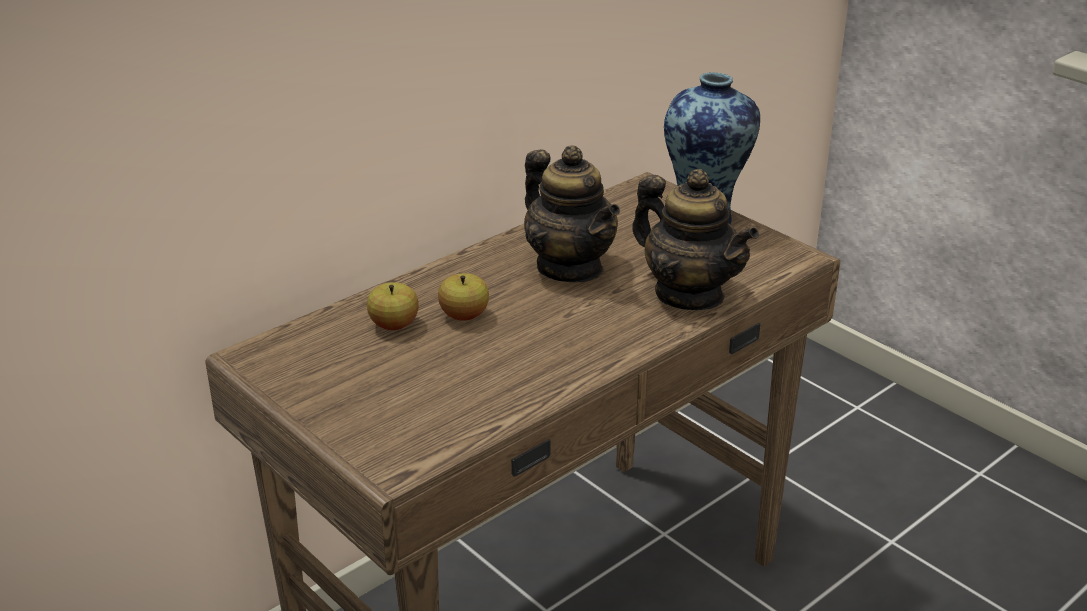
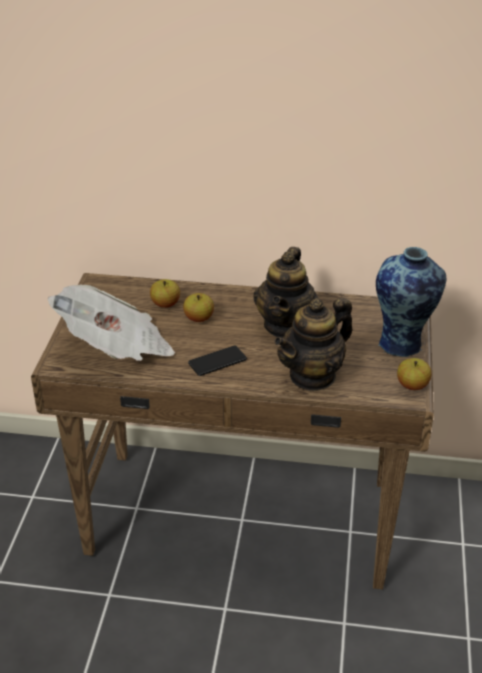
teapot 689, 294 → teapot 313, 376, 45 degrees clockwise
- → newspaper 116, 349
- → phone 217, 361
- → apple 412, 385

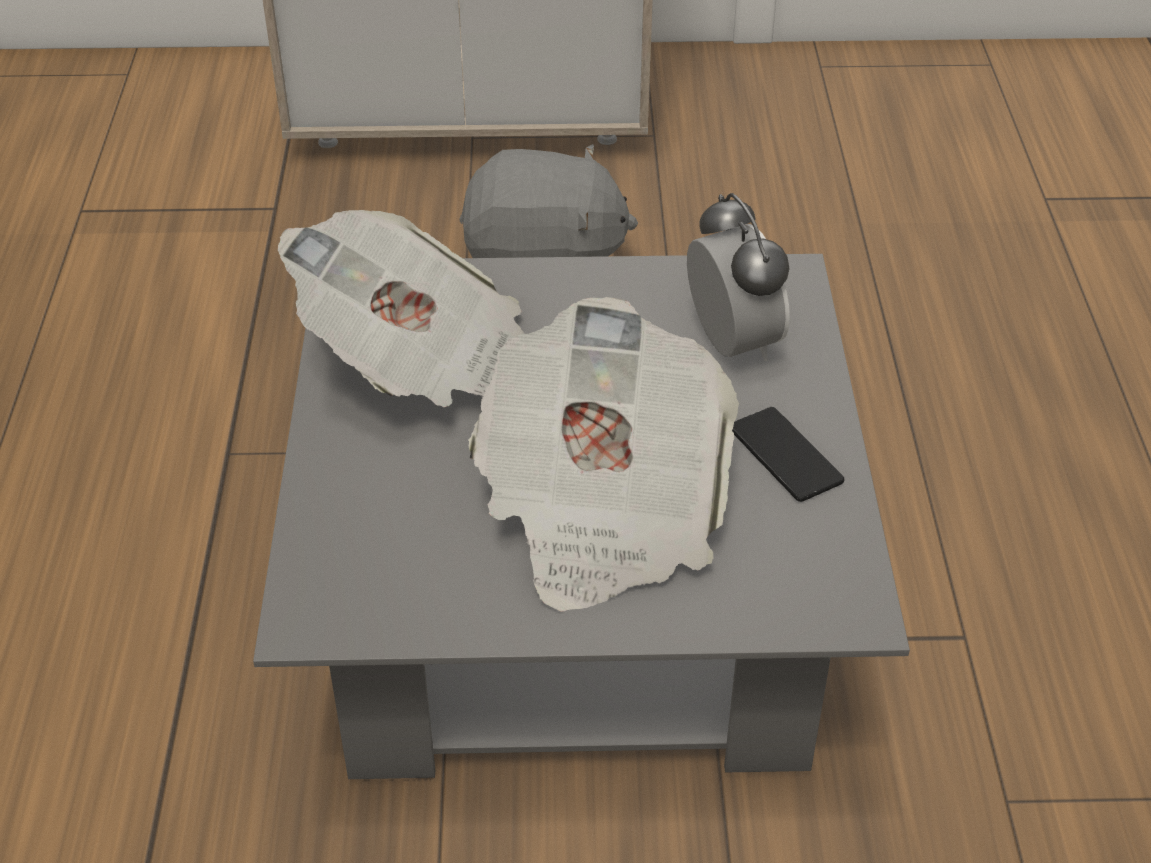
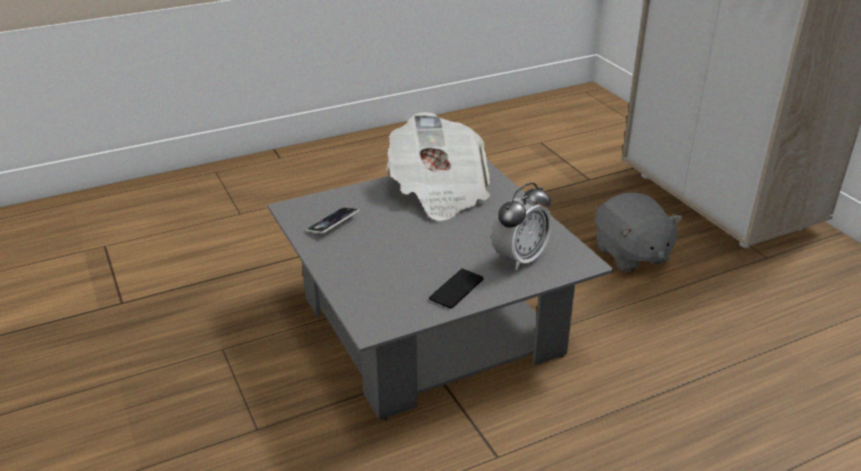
newspaper 601, 508 → -
- → phone 333, 223

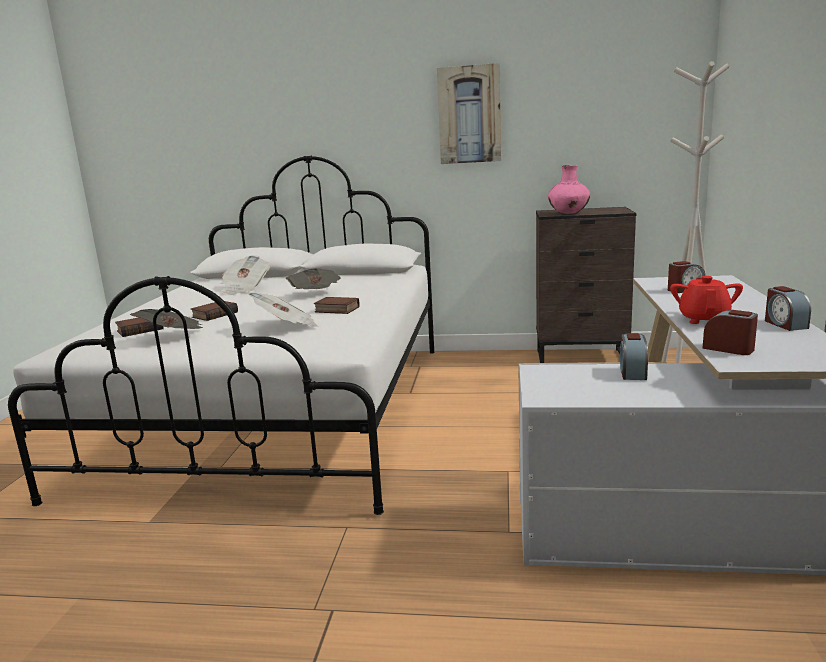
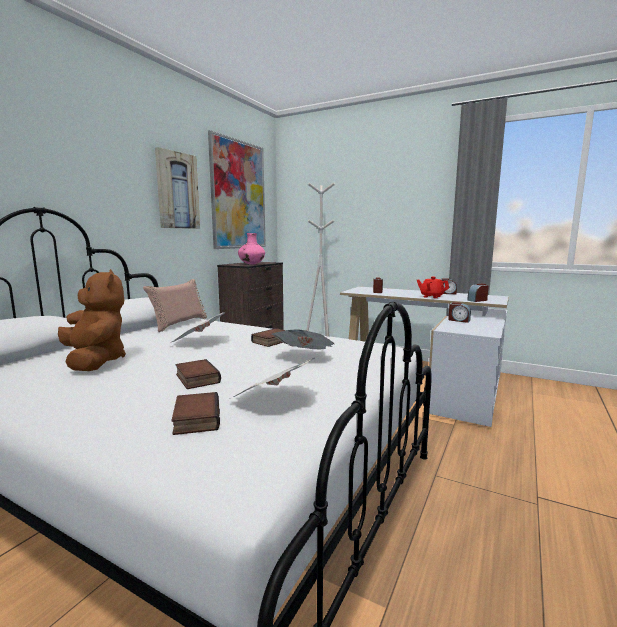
newspaper 245, 289 → brown plush toy 95, 361
- → picture 238, 195
- → beige pillow 179, 324

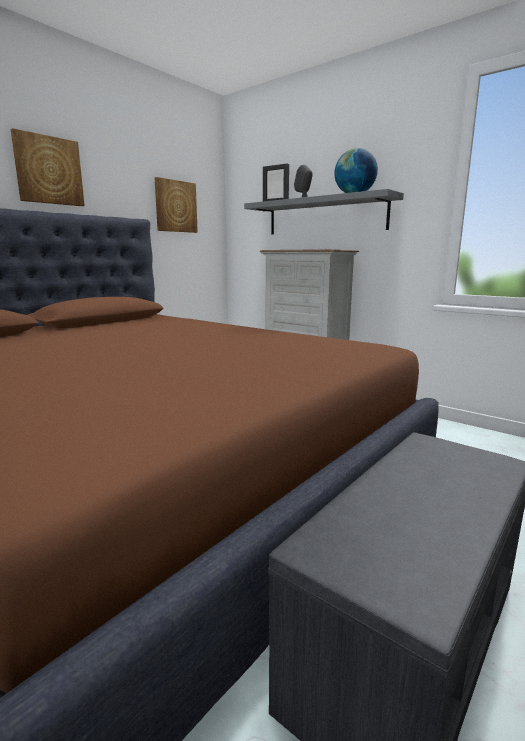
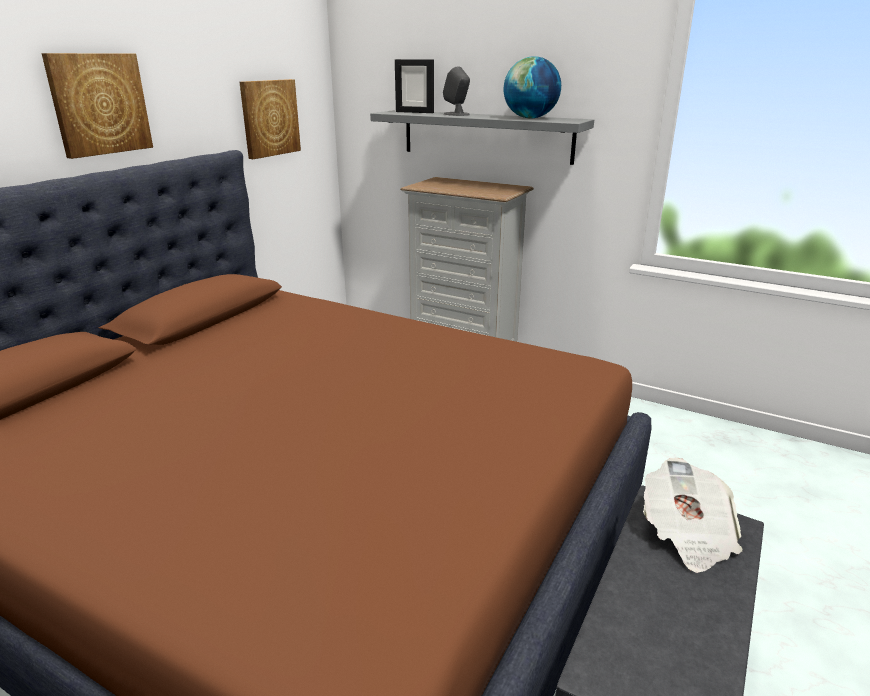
- → newspaper 687, 535

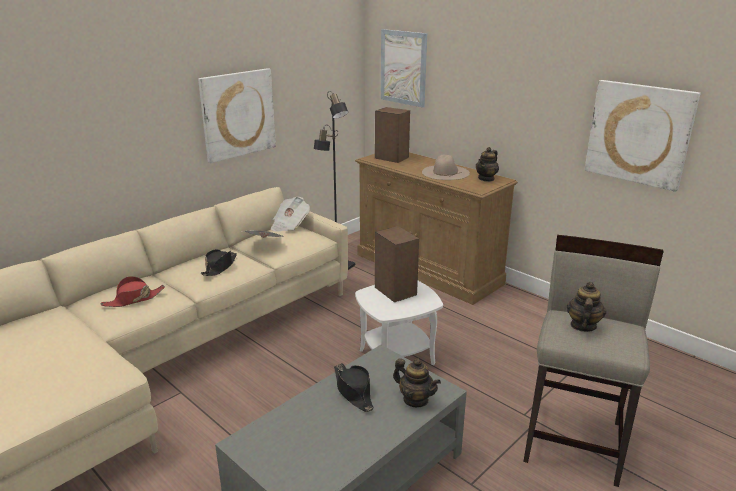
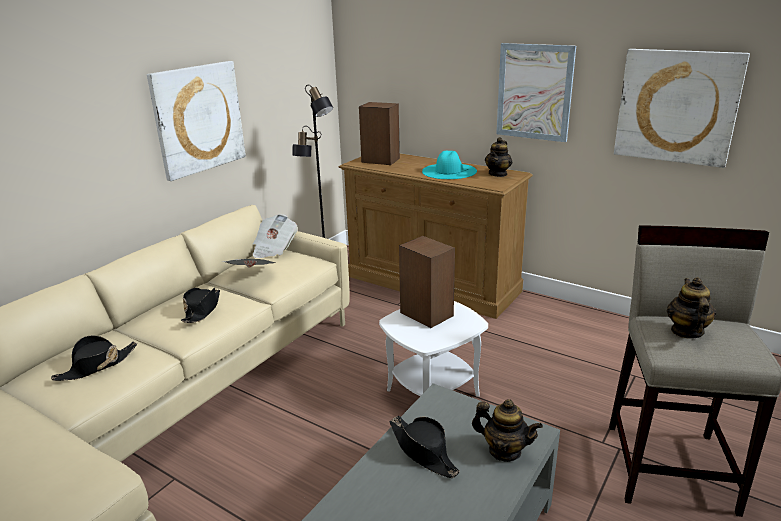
picture 403, 67 → picture 534, 92, move
beige hat 445, 172 → turquoise hat 449, 171
red hat 134, 299 → black hat 97, 366

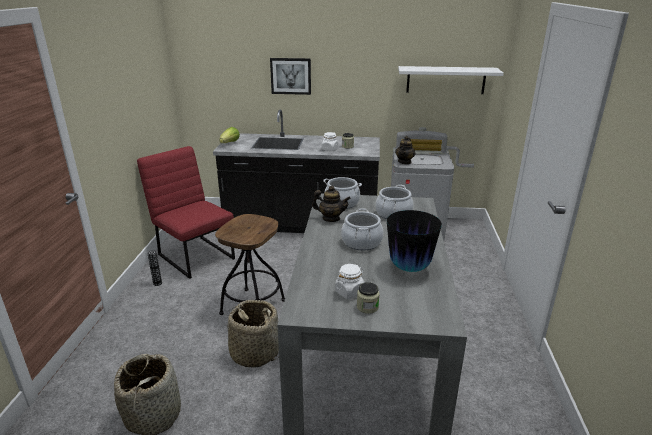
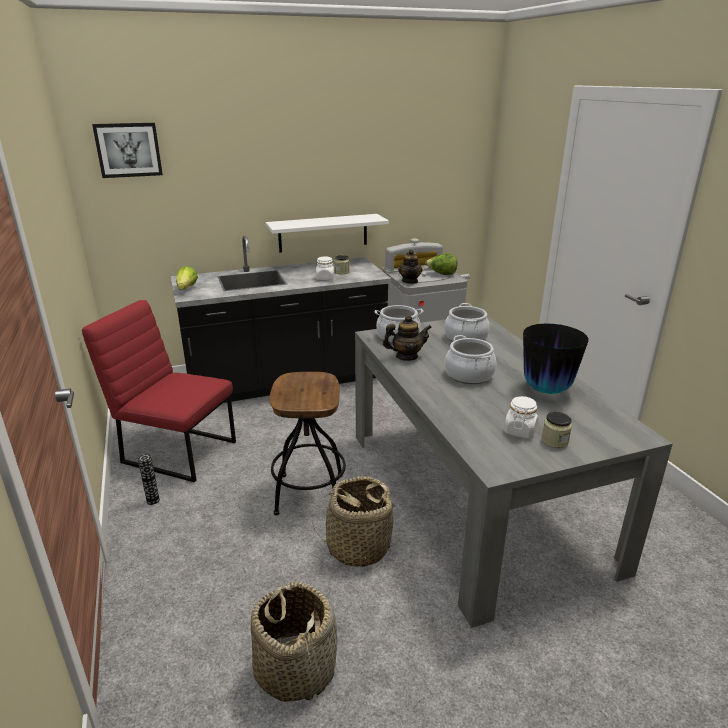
picture 291, 76 → picture 128, 150, move
white shelf 445, 80 → white shelf 323, 233, move
- → lettuce 442, 274

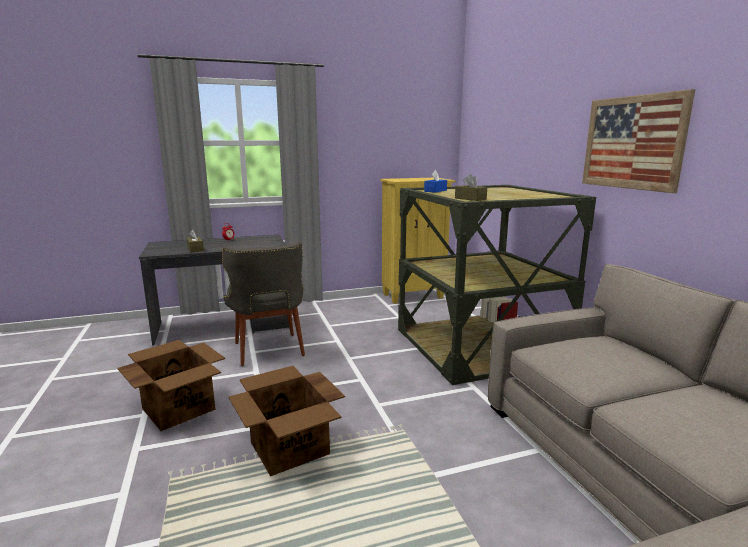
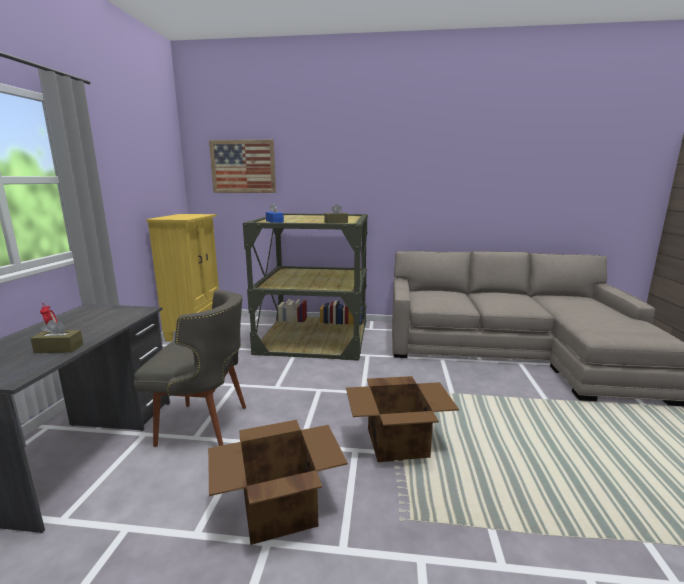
picture 632, 142 → picture 243, 166, move

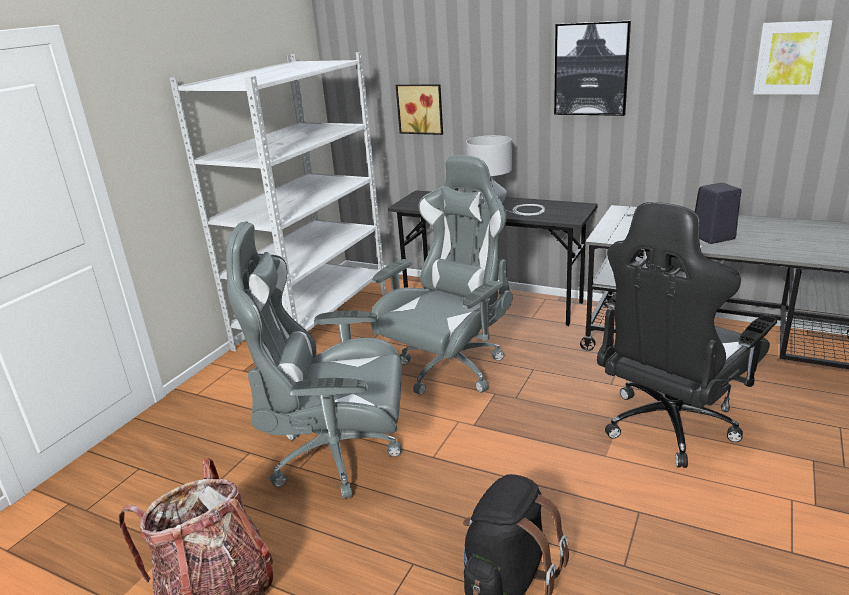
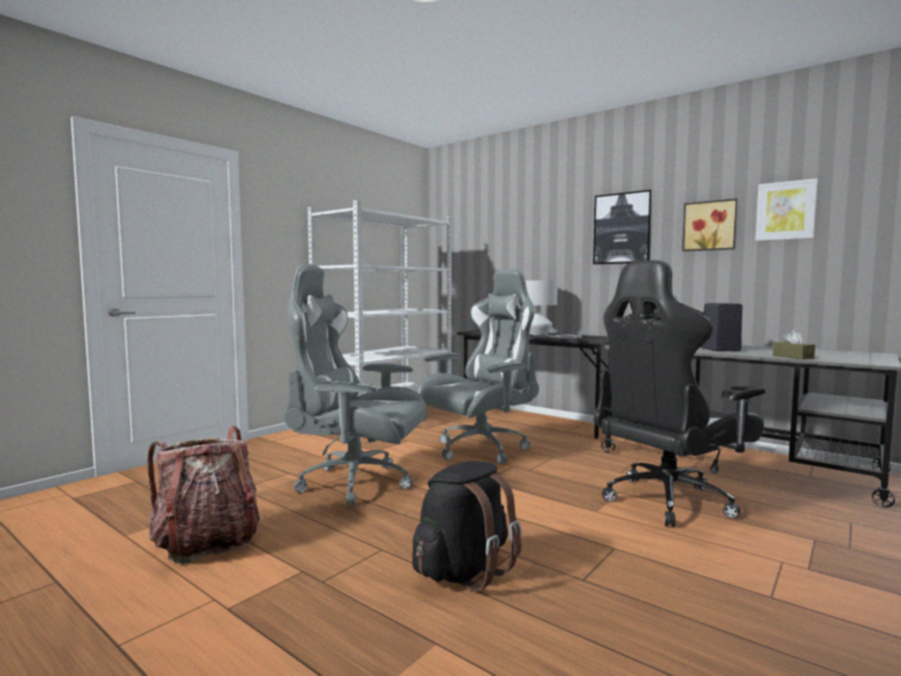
picture 421, 108 → picture 709, 226, move
- → brown tissue box 793, 357

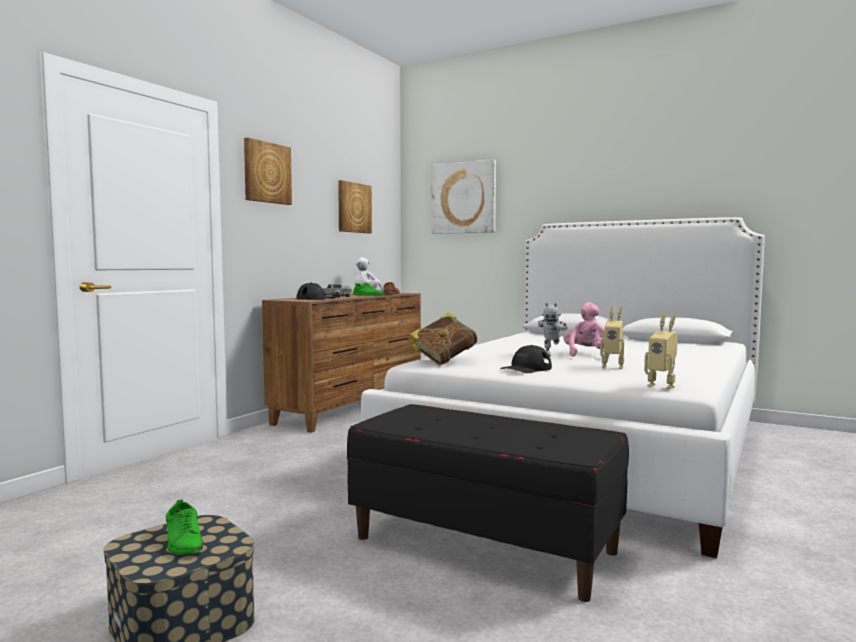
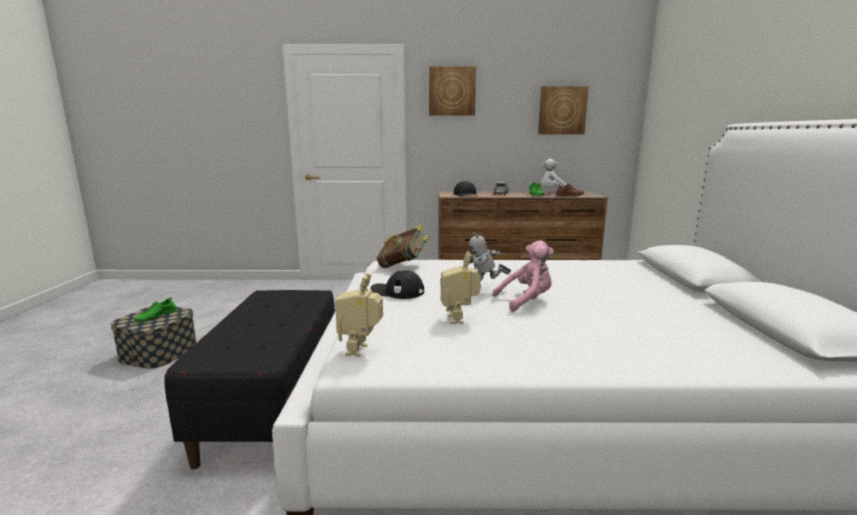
picture 463, 198 → -

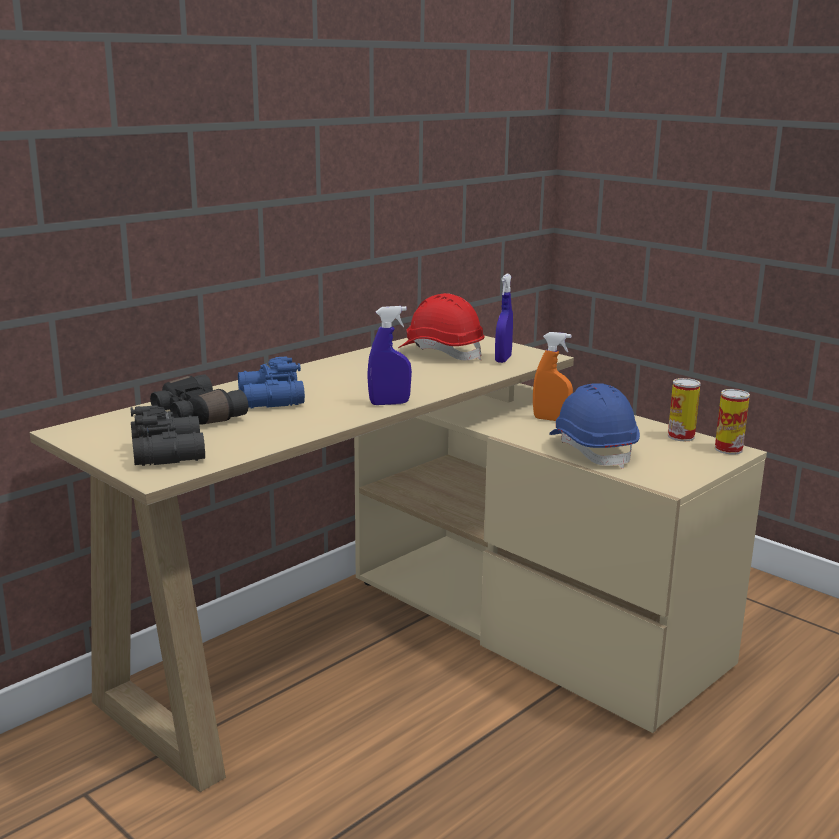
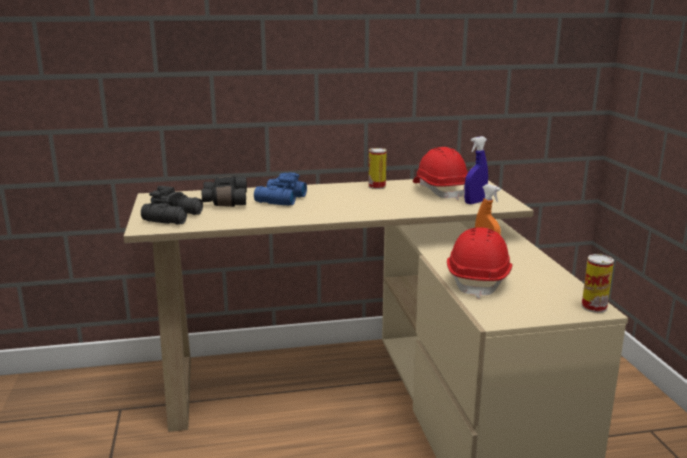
blue spray bottle 389, 403 → -
can 681, 436 → can 377, 186, move
blue hard hat 592, 450 → red hard hat 478, 280

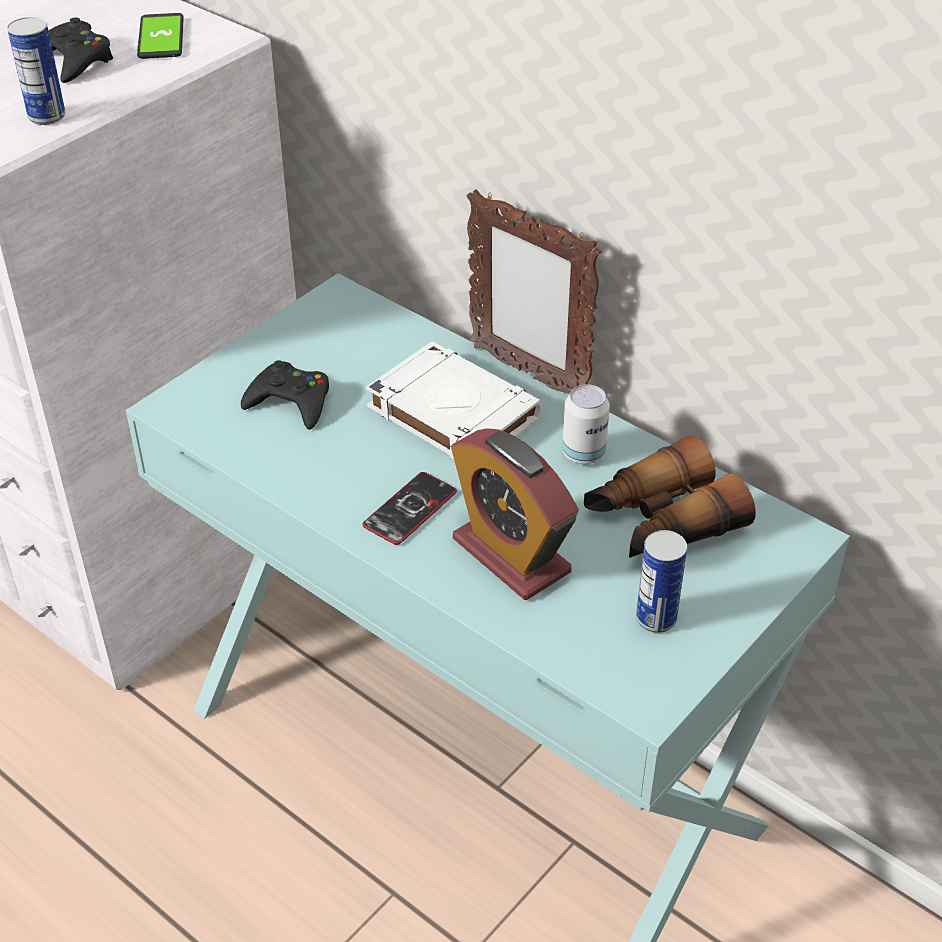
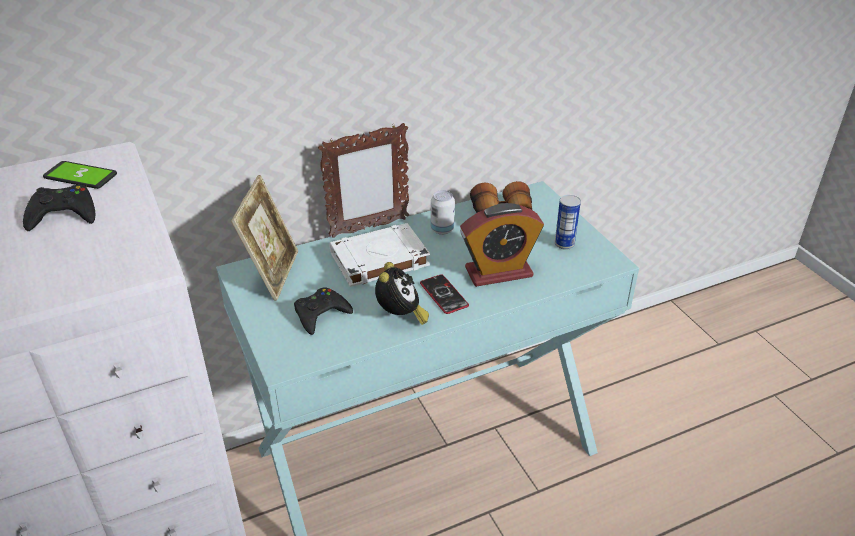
can 47, 116 → -
- → picture frame 272, 274
- → alarm clock 400, 316

